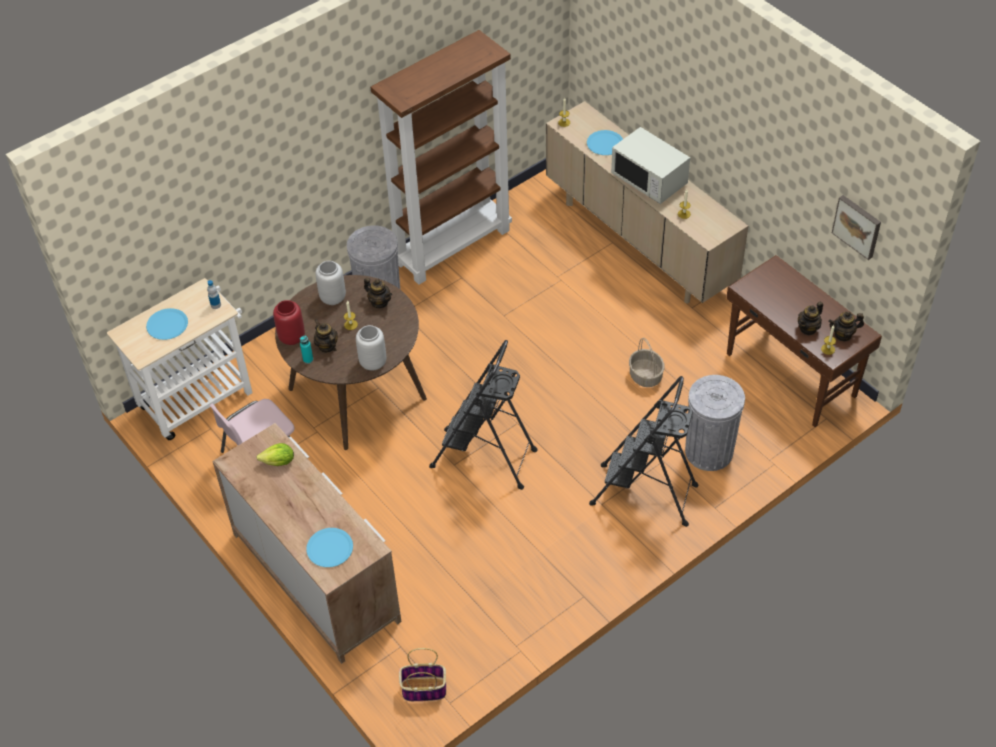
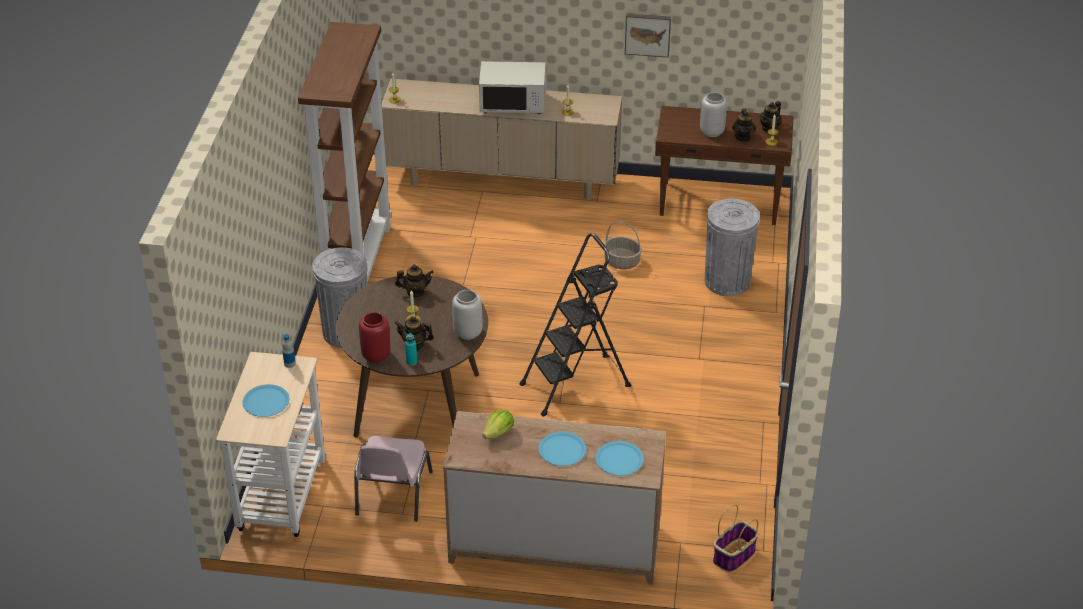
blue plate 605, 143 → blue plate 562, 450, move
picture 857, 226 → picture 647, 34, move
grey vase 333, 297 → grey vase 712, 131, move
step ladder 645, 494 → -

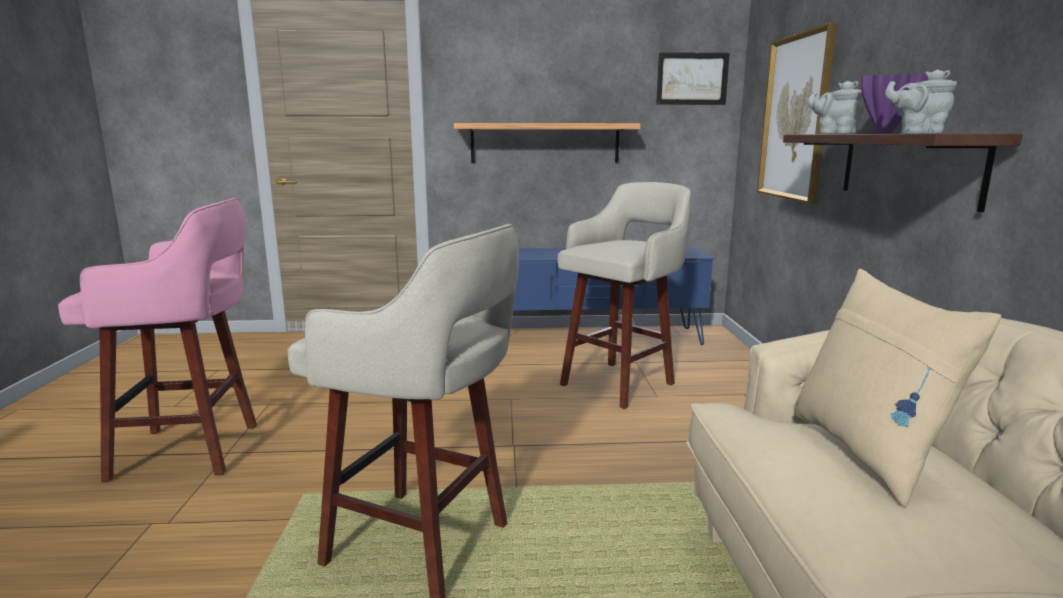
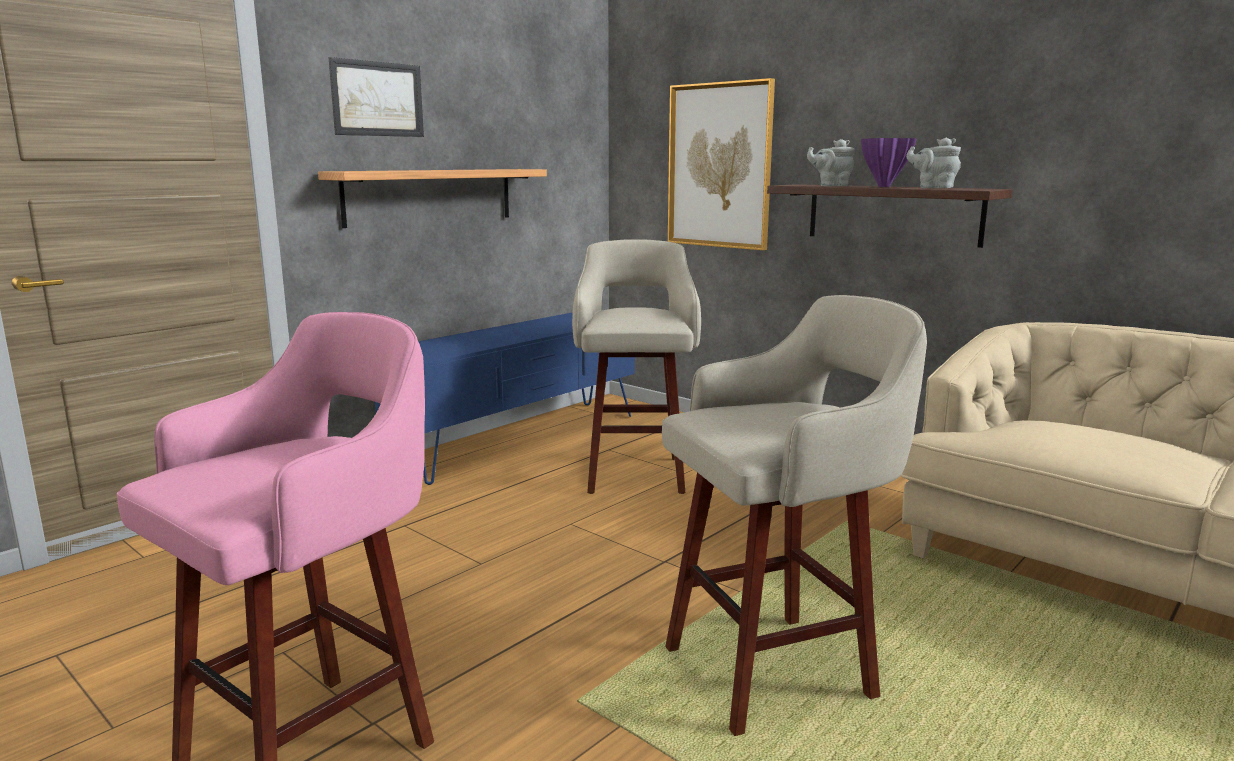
picture 692, 79 → picture 377, 99, move
grey teapot 917, 133 → grey teapot 933, 188, 60 degrees clockwise
beige pillow 866, 454 → -

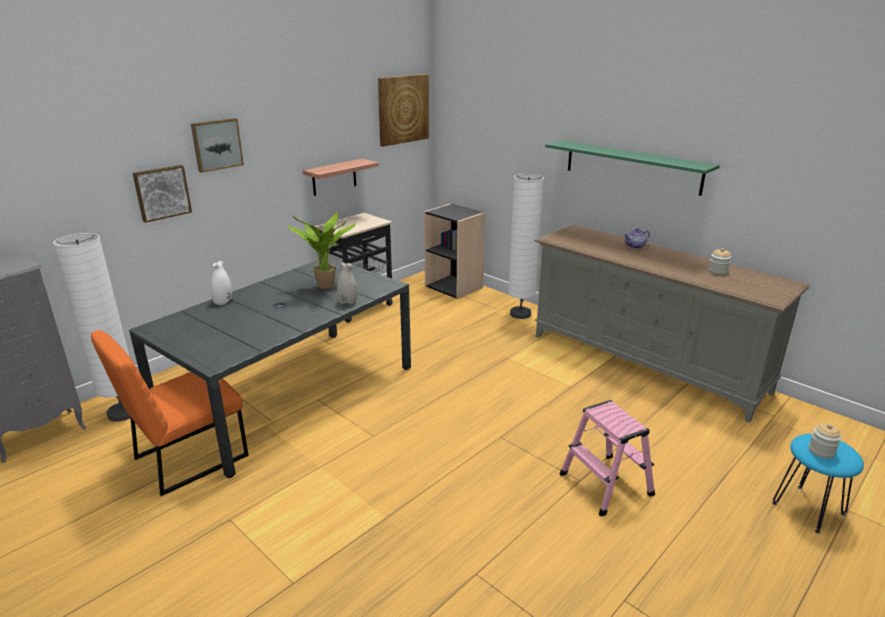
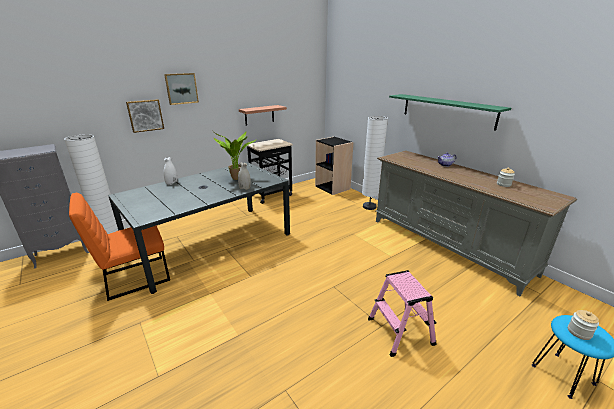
picture 403, 109 → -

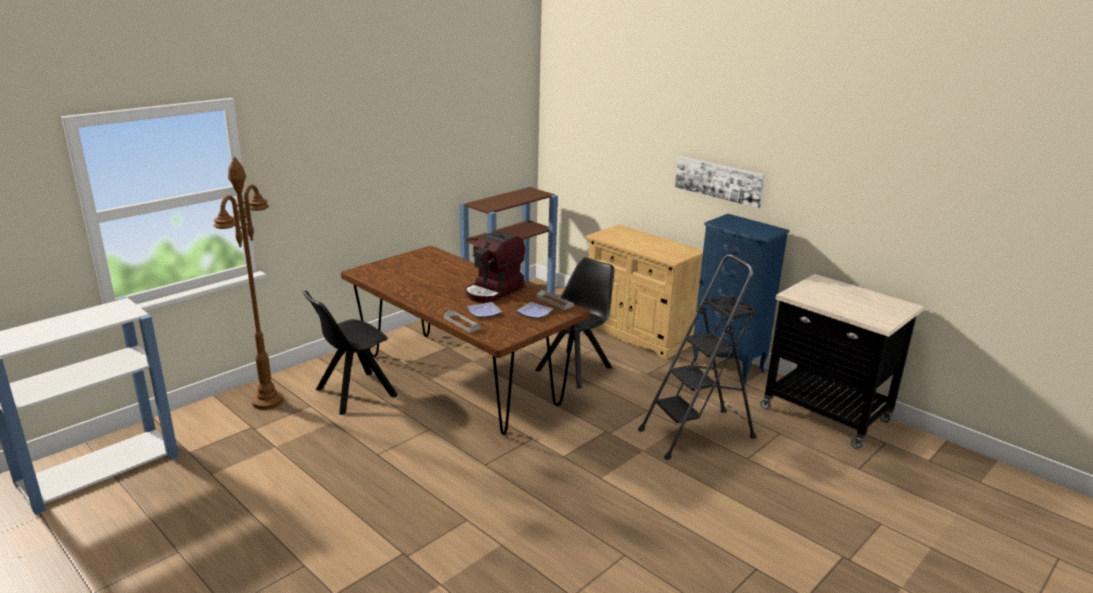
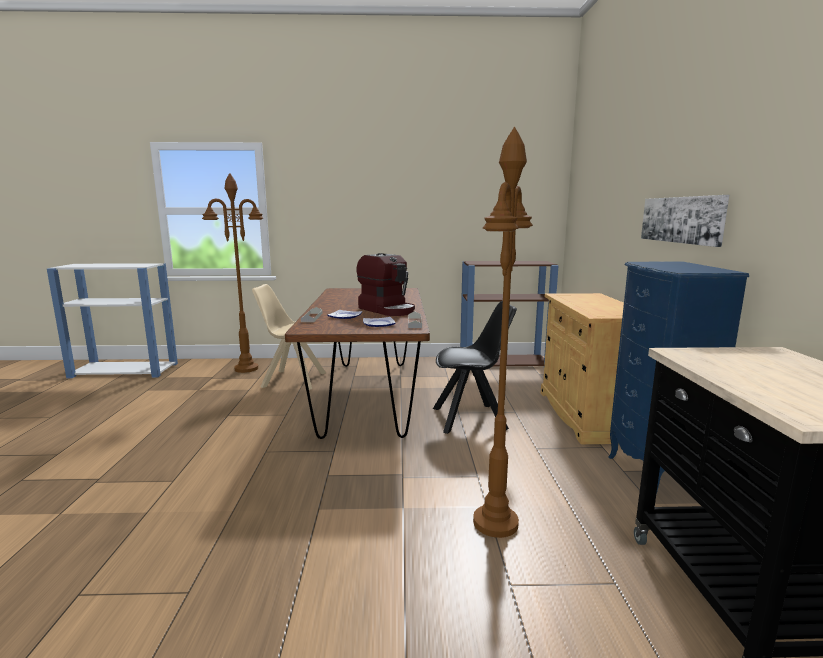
coffee machine 494, 291 → coffee machine 388, 310, 120 degrees counterclockwise
step ladder 698, 433 → brown floor lamp 495, 523
black chair 354, 393 → beige chair 292, 380

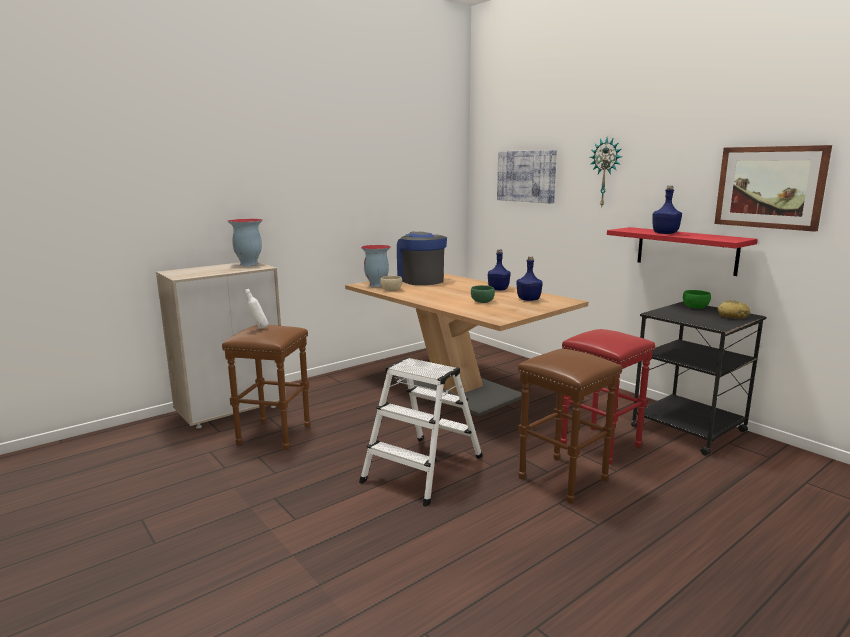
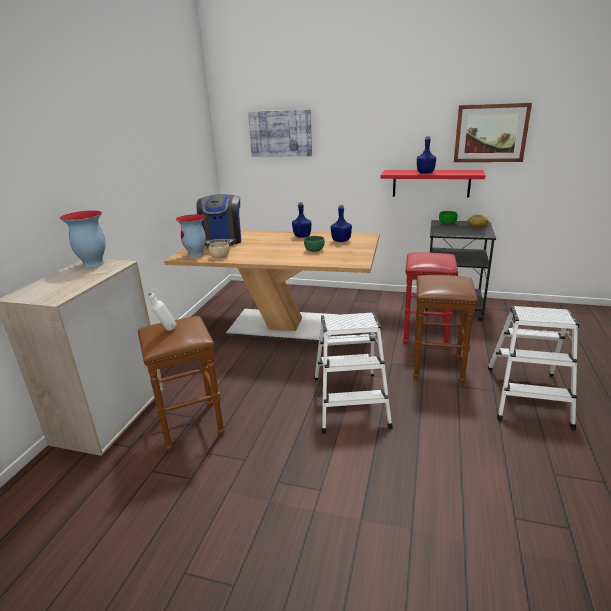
wall clock 606, 172 → -
coffee machine 420, 280 → coffee machine 222, 240, 120 degrees counterclockwise
- → white step ladder 527, 395

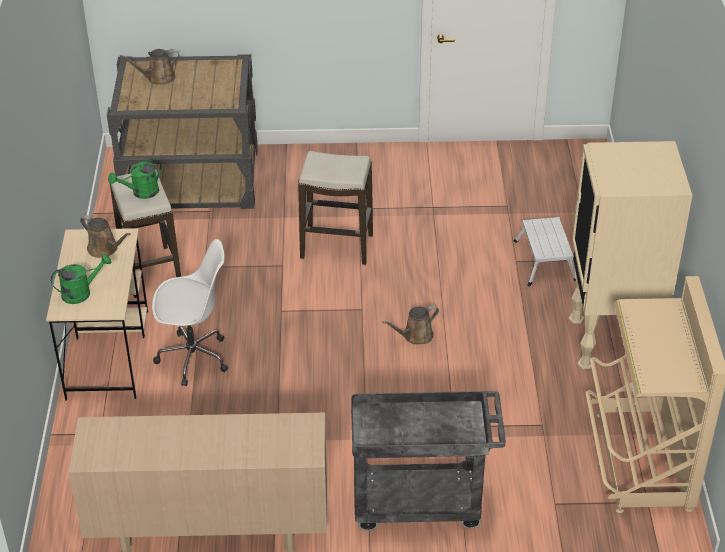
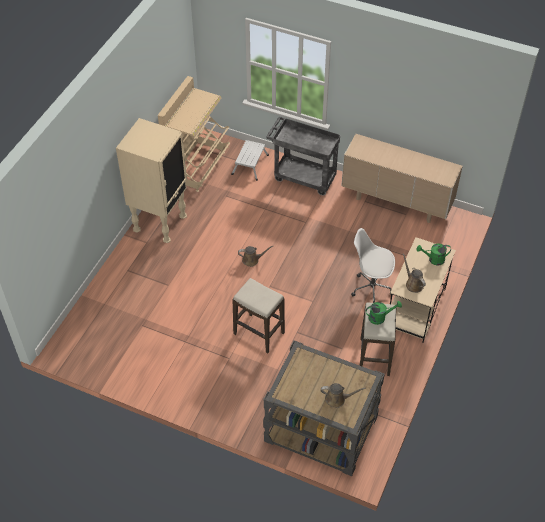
white step ladder 545, 260 → white step ladder 250, 165, move

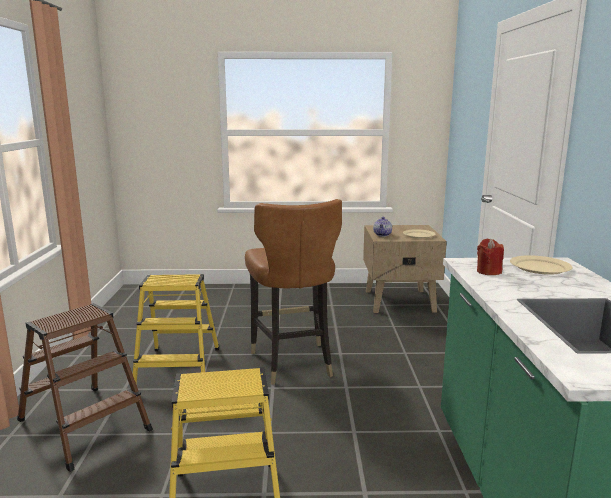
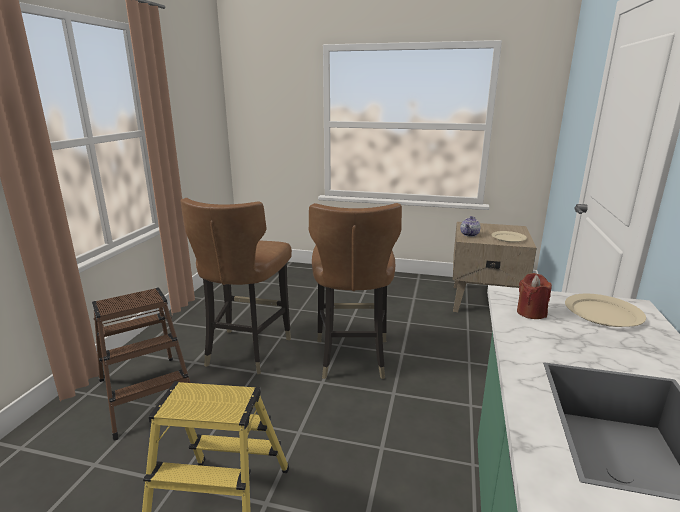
yellow step ladder 178, 370 → brown chair 246, 350

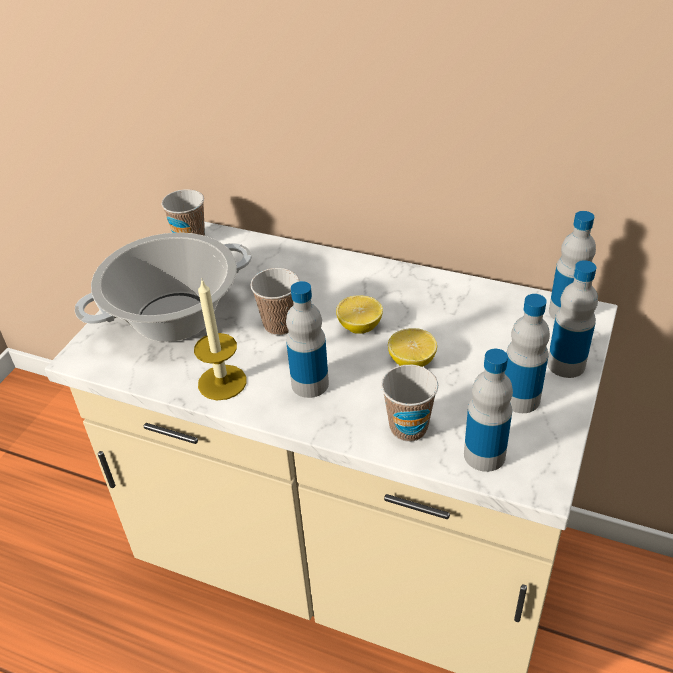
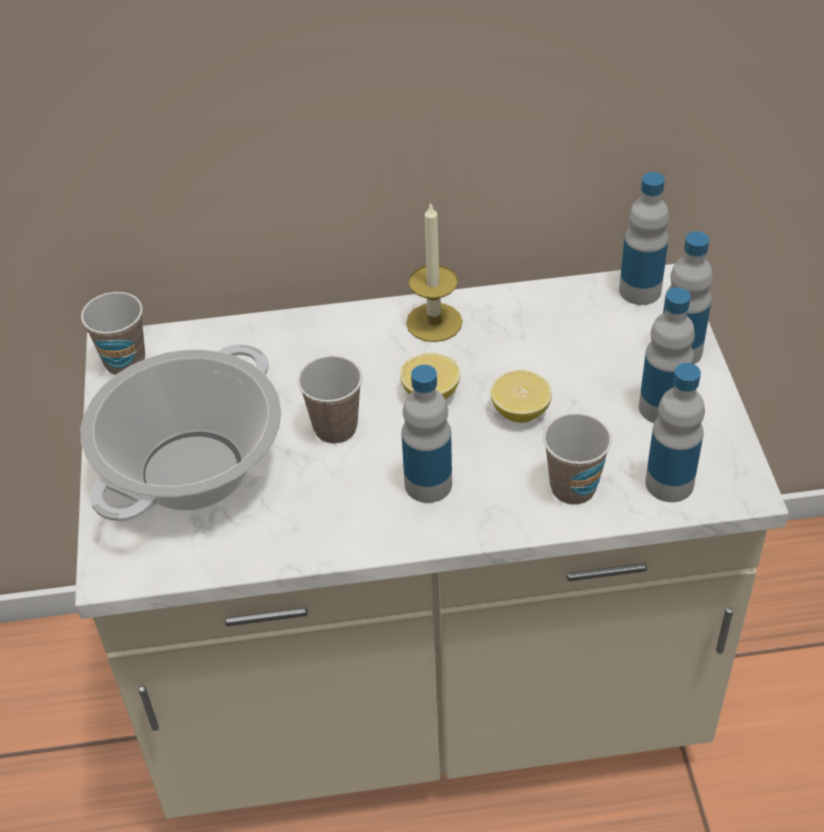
candle 222, 382 → candle 434, 322, move

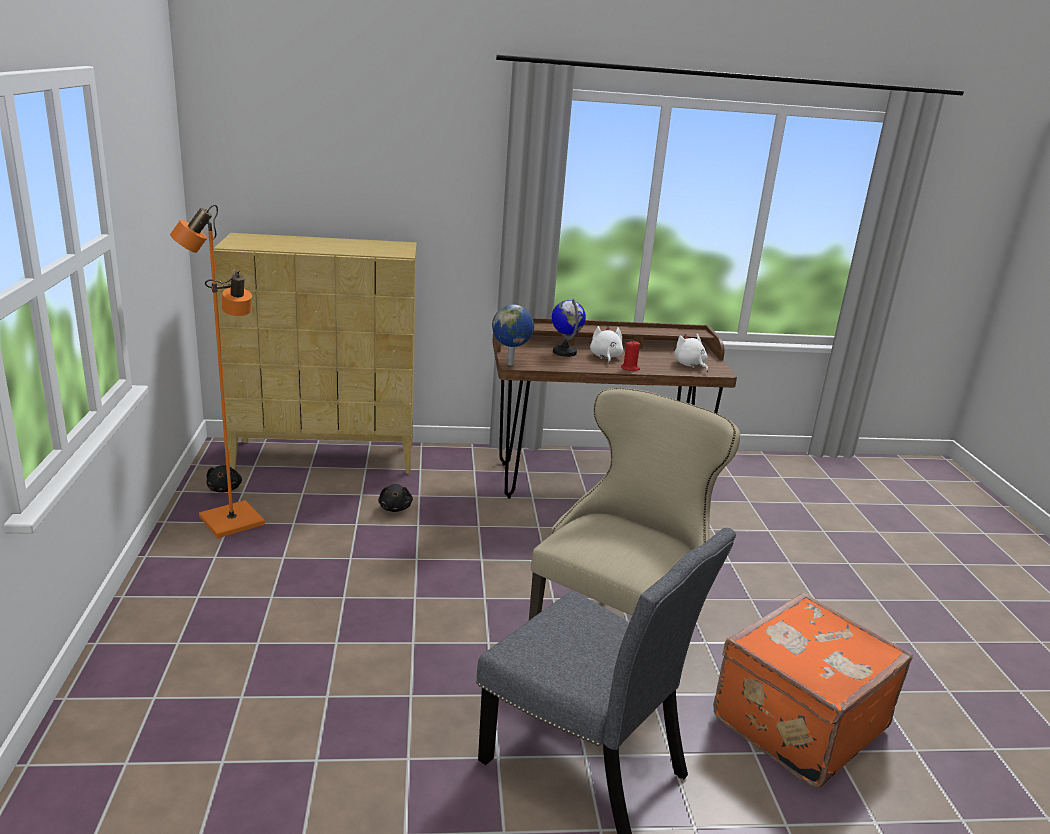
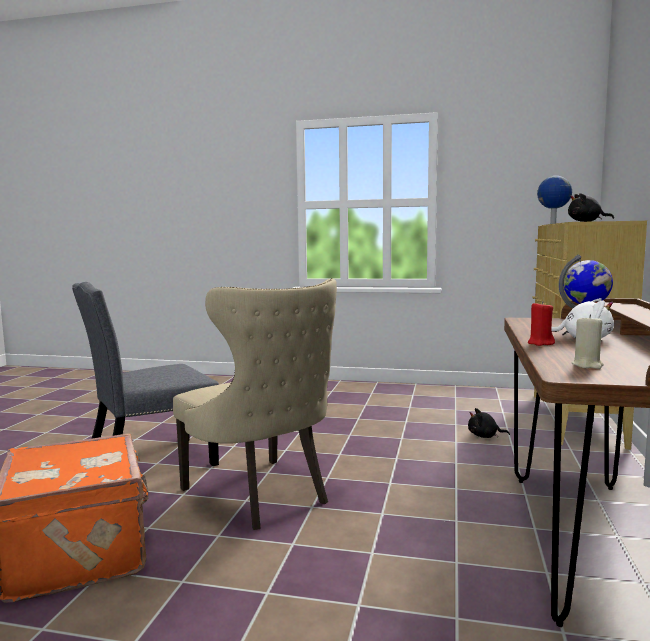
orange floor lamp 232, 521 → -
globe 511, 364 → globe 553, 224, move
white plush toy 690, 365 → beige candle 587, 365
black plush toy 225, 489 → black plush toy 586, 221, move

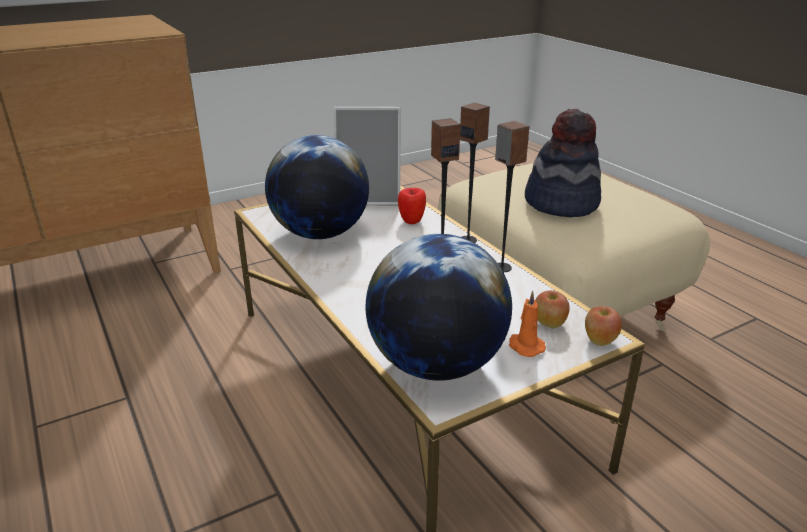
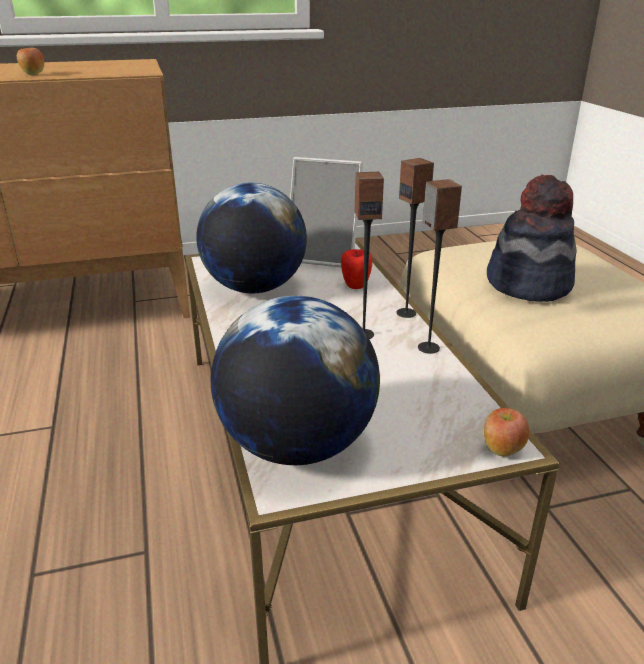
apple 549, 324 → apple 33, 74, move
orange candle 525, 346 → -

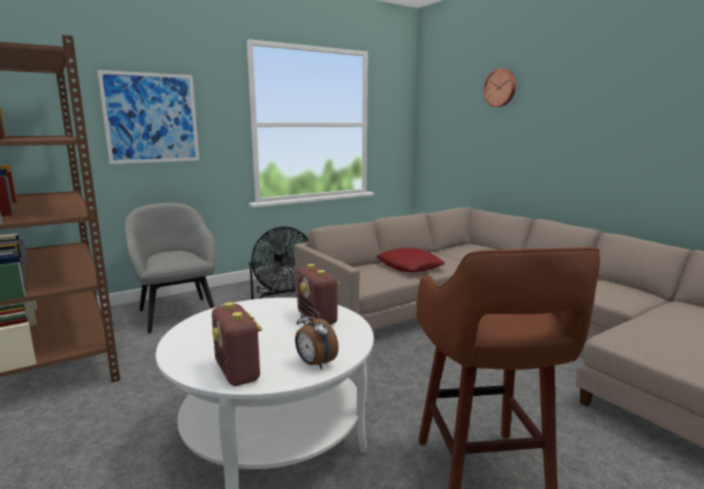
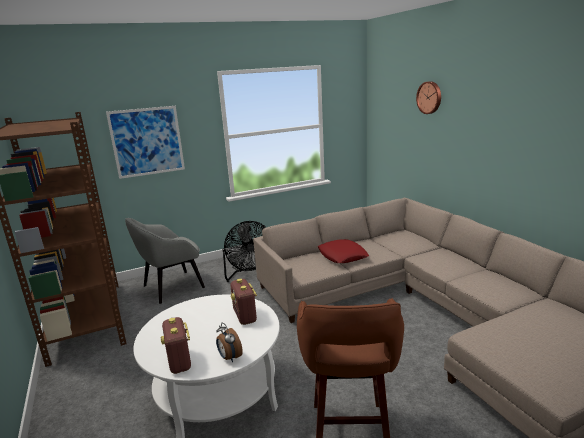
grey armchair 177, 313 → grey armchair 172, 287, 105 degrees counterclockwise

